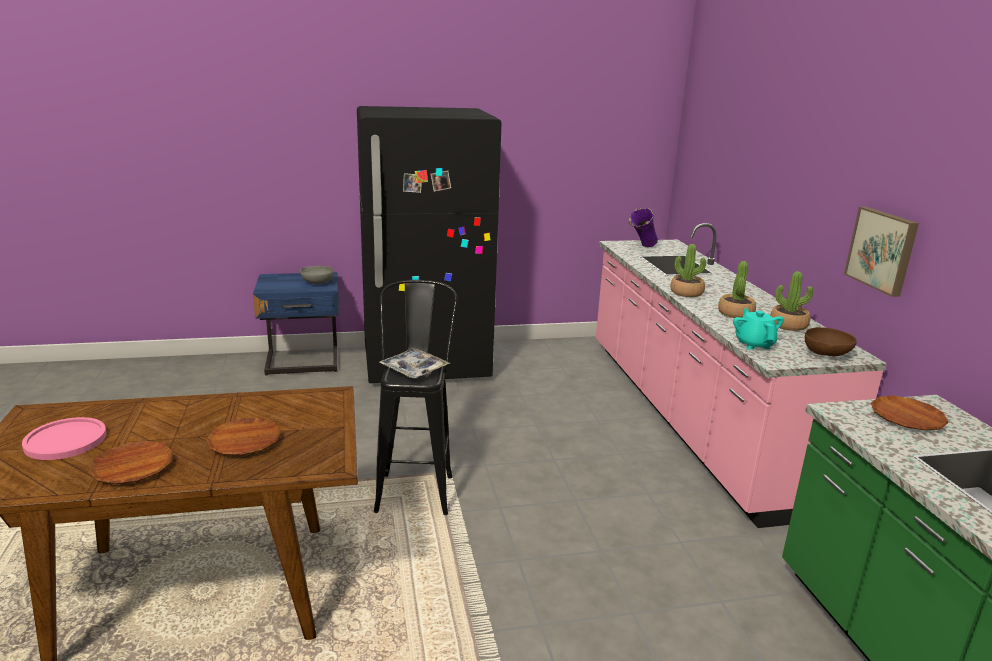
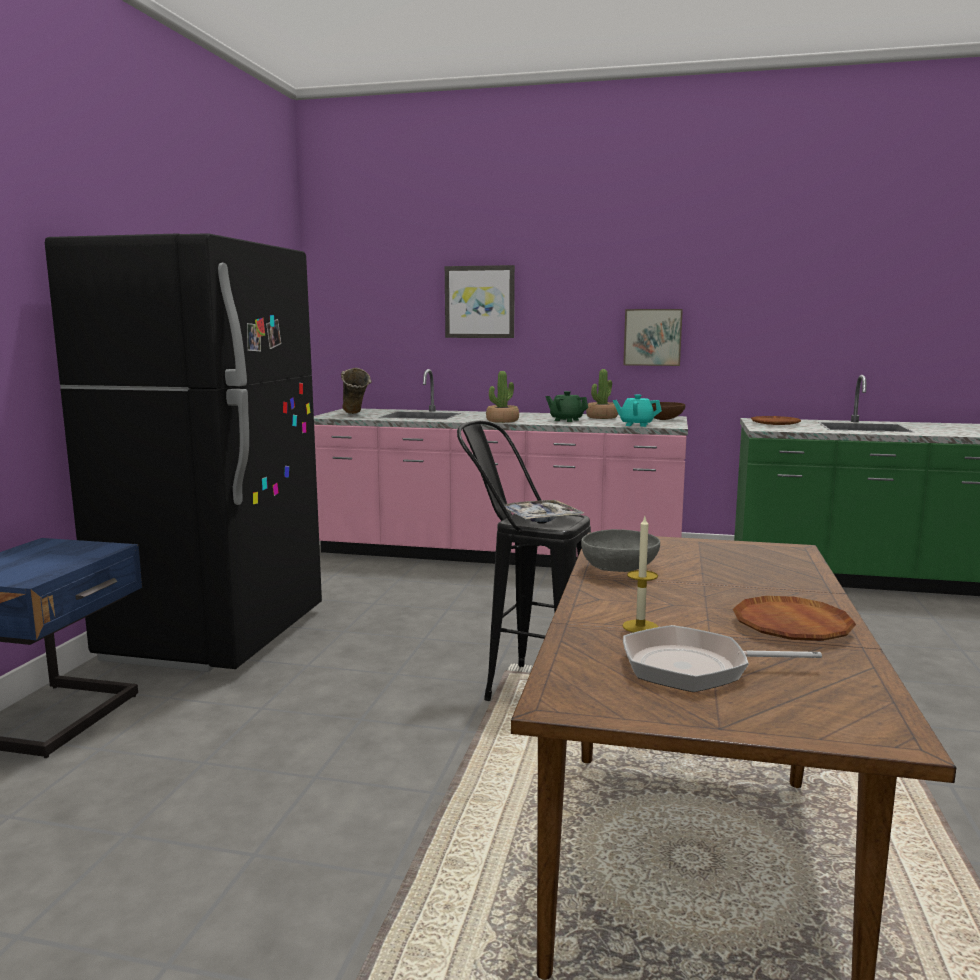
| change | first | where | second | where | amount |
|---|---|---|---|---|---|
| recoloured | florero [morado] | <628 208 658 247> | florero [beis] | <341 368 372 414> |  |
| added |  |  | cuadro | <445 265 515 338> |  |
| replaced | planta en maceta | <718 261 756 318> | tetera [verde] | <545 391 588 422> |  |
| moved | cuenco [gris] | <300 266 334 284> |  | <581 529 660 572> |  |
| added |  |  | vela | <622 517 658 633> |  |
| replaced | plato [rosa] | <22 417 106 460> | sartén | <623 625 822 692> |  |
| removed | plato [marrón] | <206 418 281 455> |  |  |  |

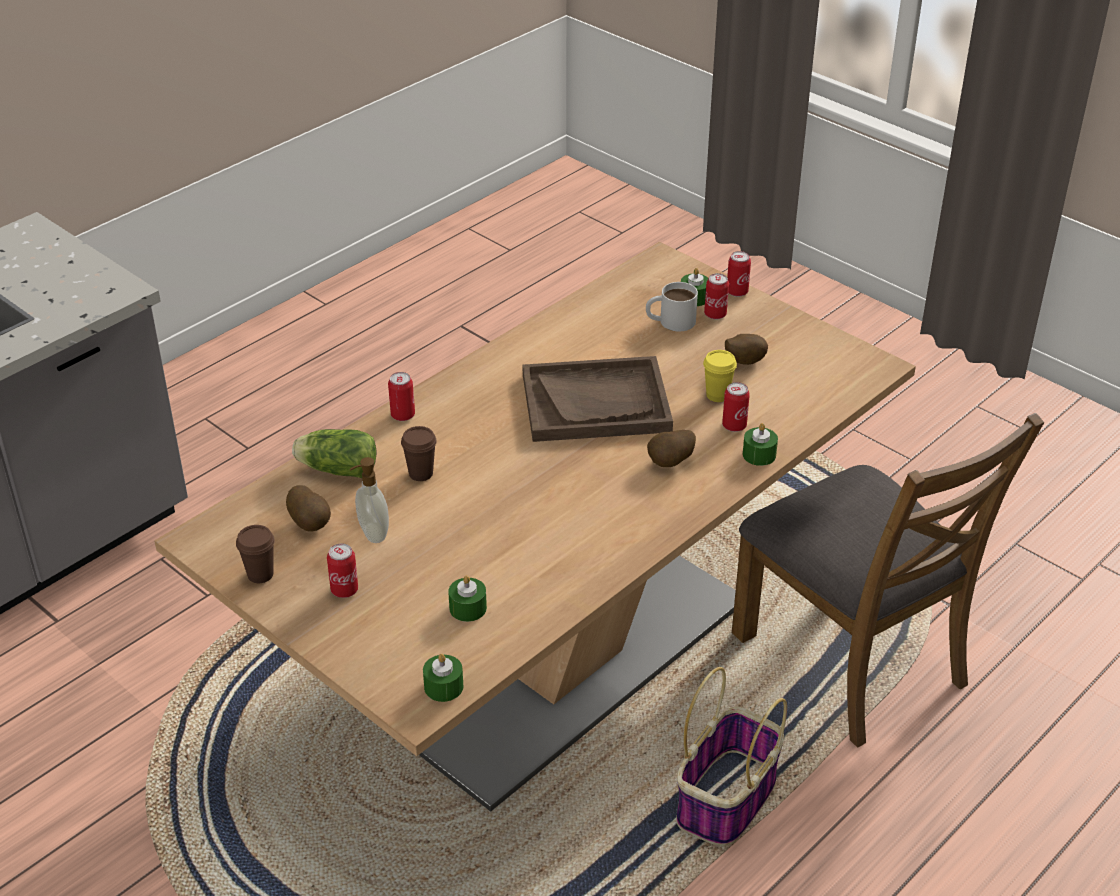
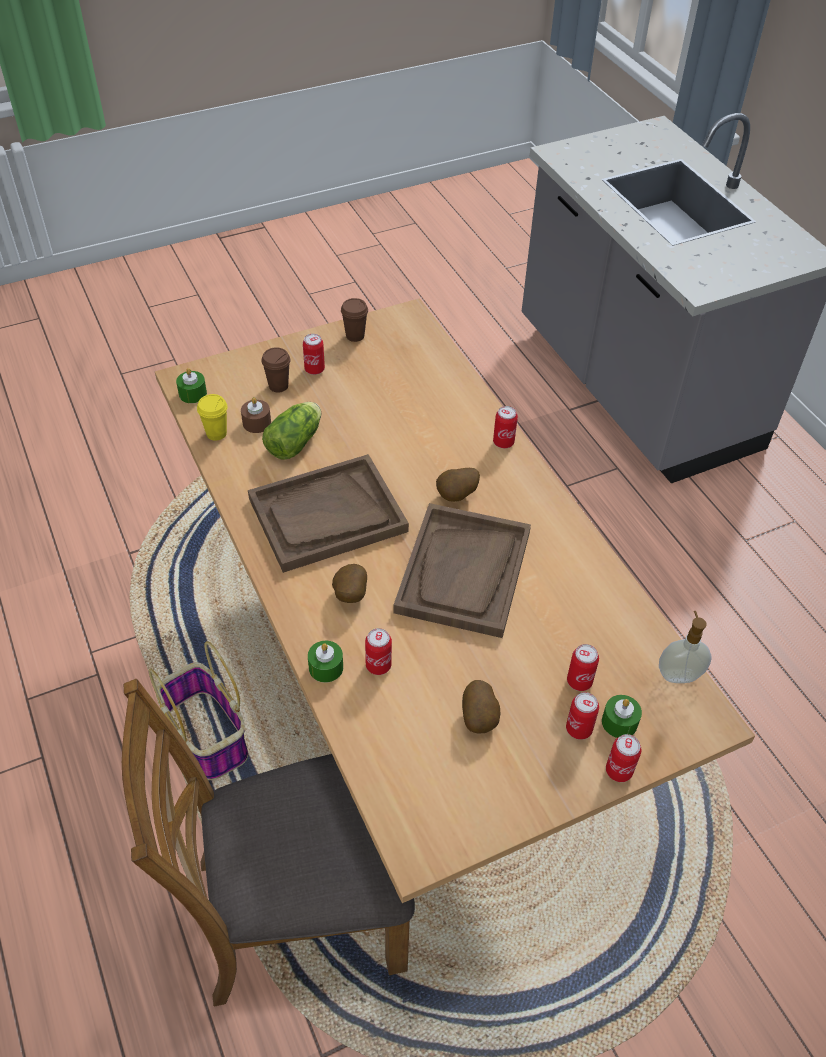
| change | first | where | second | where | amount |
|---|---|---|---|---|---|
| moved | taza [amarillo] | <703 350 737 402> |  | <197 394 228 441> |  |
| recoloured | vela [verde] | <448 575 487 622> | vela [marrón] | <241 397 271 433> |  |
| added |  |  | bandeja [marrón] | <248 454 409 573> |  |
| moved | taza [marrón] | <401 426 437 481> |  | <261 347 291 393> |  |
| moved | lechuga | <292 429 376 478> |  | <262 402 321 459> |  |
| moved | patata | <286 485 331 532> |  | <436 468 480 502> |  |
| replaced | taza grande [blanco] | <646 282 698 331> | lata | <567 644 599 691> |  |
| moved | dispensador de jabón | <350 457 389 543> |  | <659 611 712 683> |  |

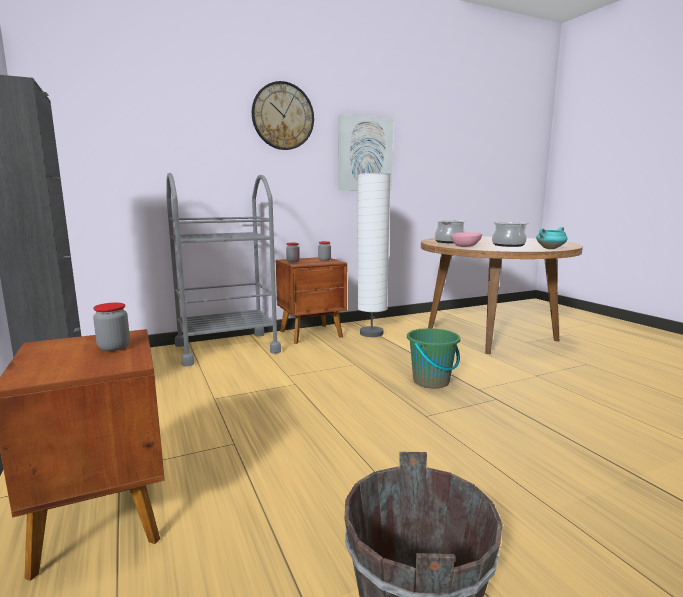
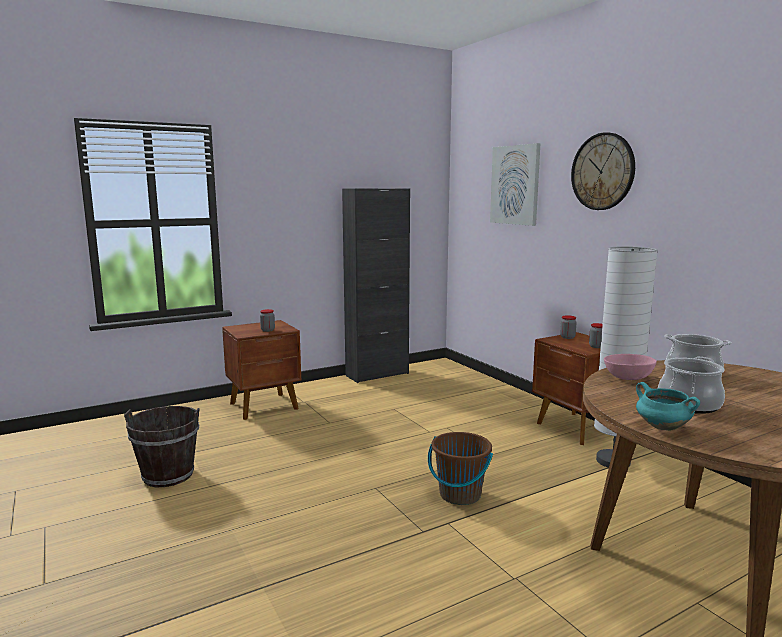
| change | first | where | second | where | amount |
|---|---|---|---|---|---|
| recoloured | cubo [verde] | <407 328 461 389> | cubo [marrón] | <428 432 493 505> |  |
| moved | cuadro | <338 114 393 191> |  | <490 143 541 226> |  |
| removed | carrito [gris] | <166 173 281 367> |  |  |  |

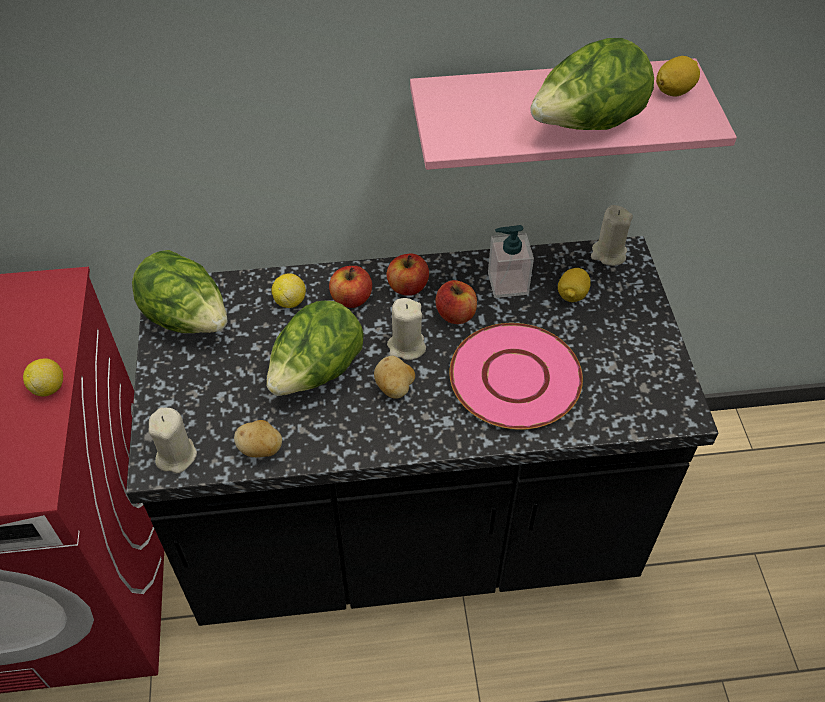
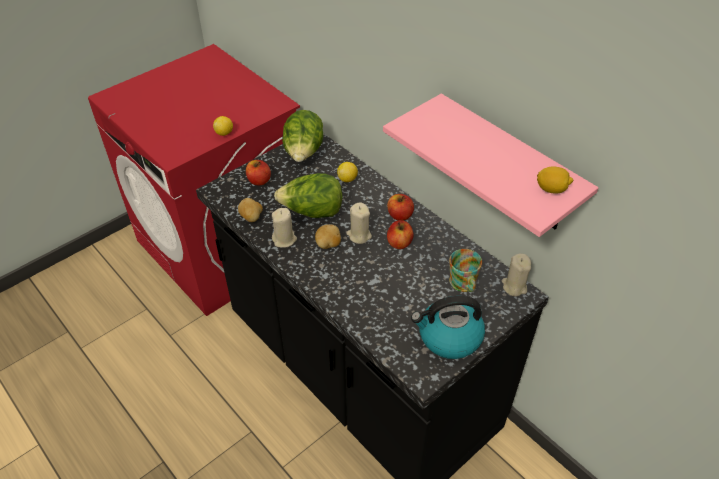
| change | first | where | second | where | amount |
|---|---|---|---|---|---|
| moved | manzana | <329 266 372 308> |  | <246 160 271 186> |  |
| moved | vela [beis] | <149 408 197 473> |  | <272 208 297 247> |  |
| added |  |  | hervidor | <411 296 485 359> |  |
| replaced | limón | <558 268 591 302> | taza grande | <449 249 482 292> |  |
| removed | plato [rosa] | <449 323 583 430> |  |  |  |
| removed | dispensador de jabón | <488 225 534 298> |  |  |  |
| removed | lechuga | <530 38 654 130> |  |  |  |

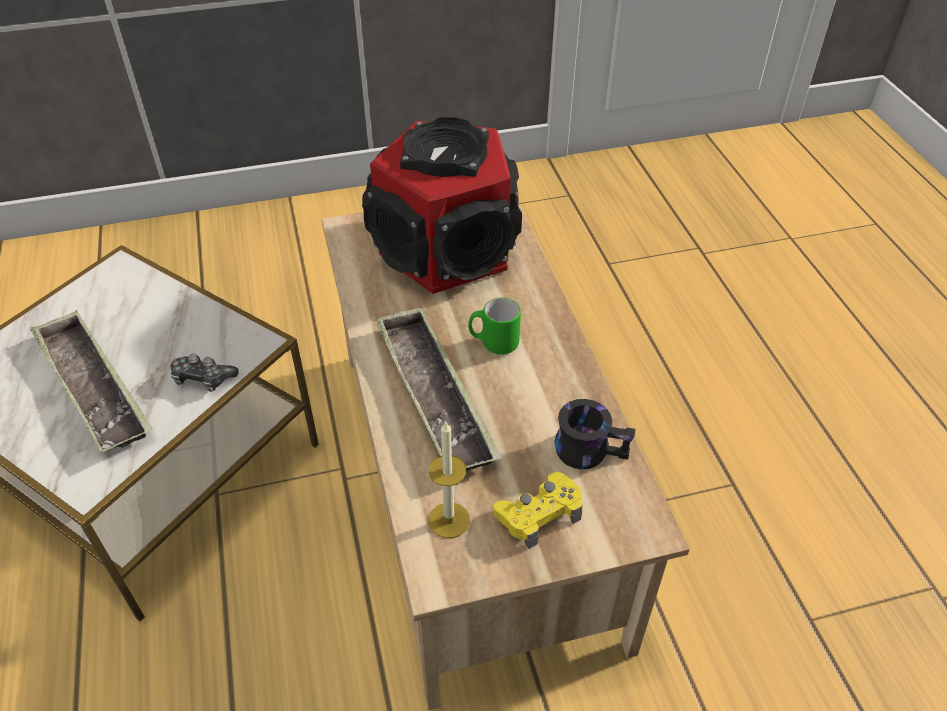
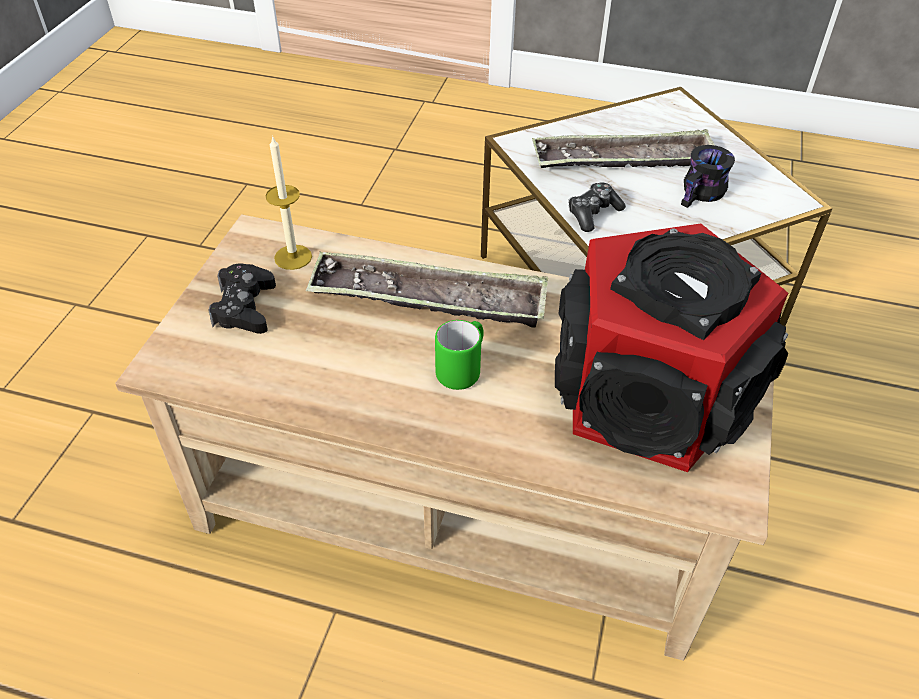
| change | first | where | second | where | amount |
|---|---|---|---|---|---|
| recoloured | mando de consola [amarillo] | <493 472 583 549> | mando de consola [negro] | <208 263 276 334> |  |
| moved | taza grande [negro] | <554 399 635 469> |  | <681 145 735 208> |  |

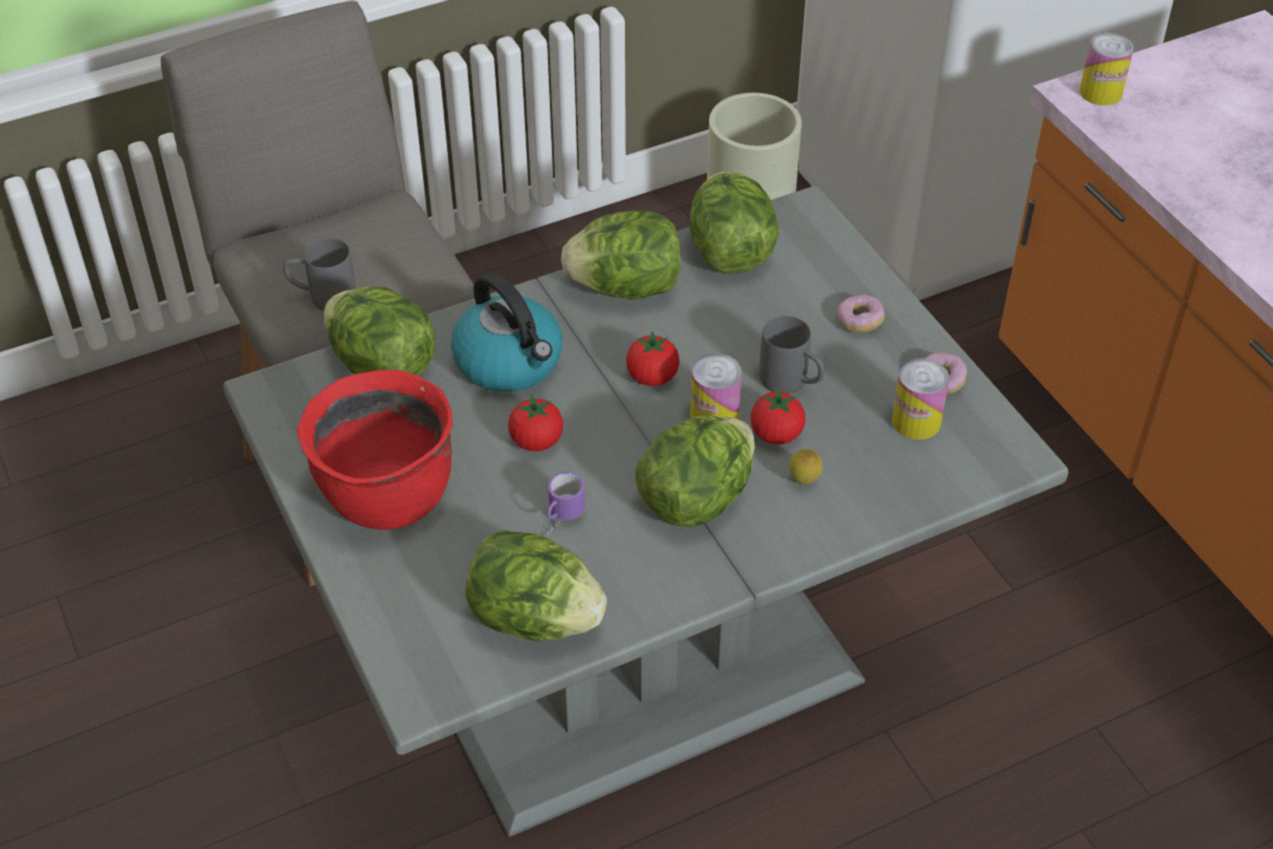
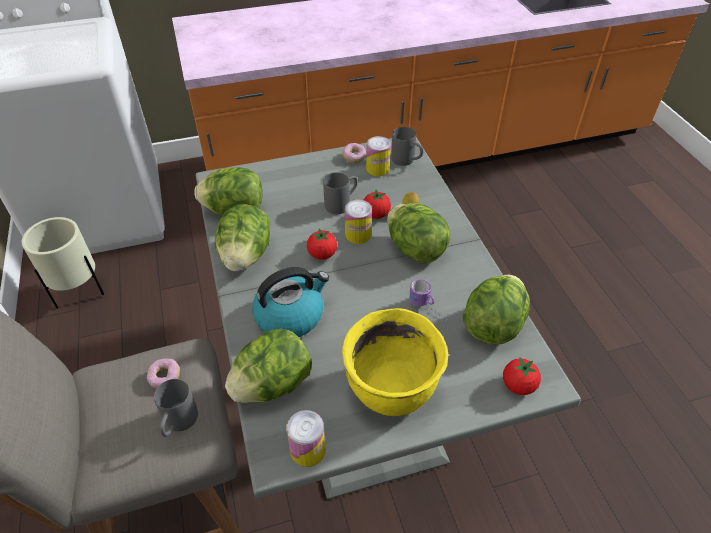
| change | first | where | second | where | amount |
|---|---|---|---|---|---|
| moved | rosquilla | <837 294 885 333> |  | <147 358 180 389> |  |
| moved | lata | <1079 33 1134 105> |  | <286 410 326 467> |  |
| recoloured | olla [rojo] | <297 370 453 530> | olla [amarillo] | <342 308 448 416> |  |
| added |  |  | taza grande [gris] | <391 127 423 166> |  |
| moved | tomate | <508 395 563 451> |  | <503 357 541 395> |  |

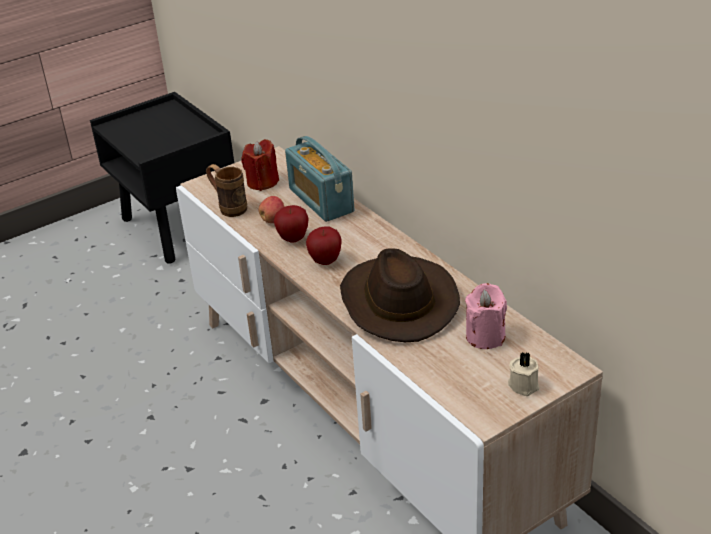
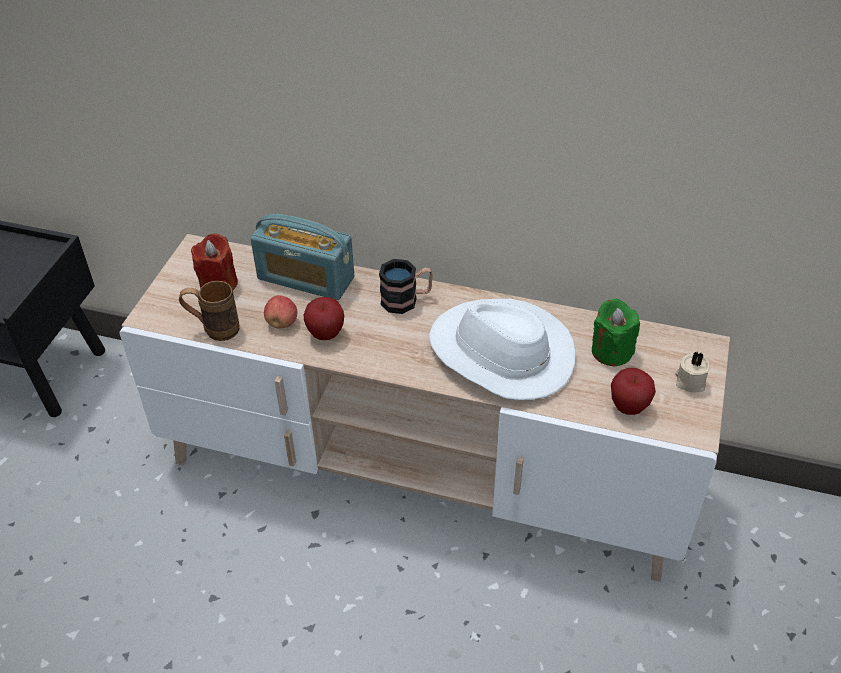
| change | first | where | second | where | amount |
|---|---|---|---|---|---|
| added |  |  | taza grande | <379 259 433 314> |  |
| recoloured | sombrero [marrón] | <340 248 460 342> | sombrero [blanco] | <429 299 576 400> |  |
| recoloured | vela [rosa] | <465 283 507 349> | vela [verde] | <592 299 640 366> |  |
| moved | manzana | <306 227 341 265> |  | <611 368 656 415> |  |

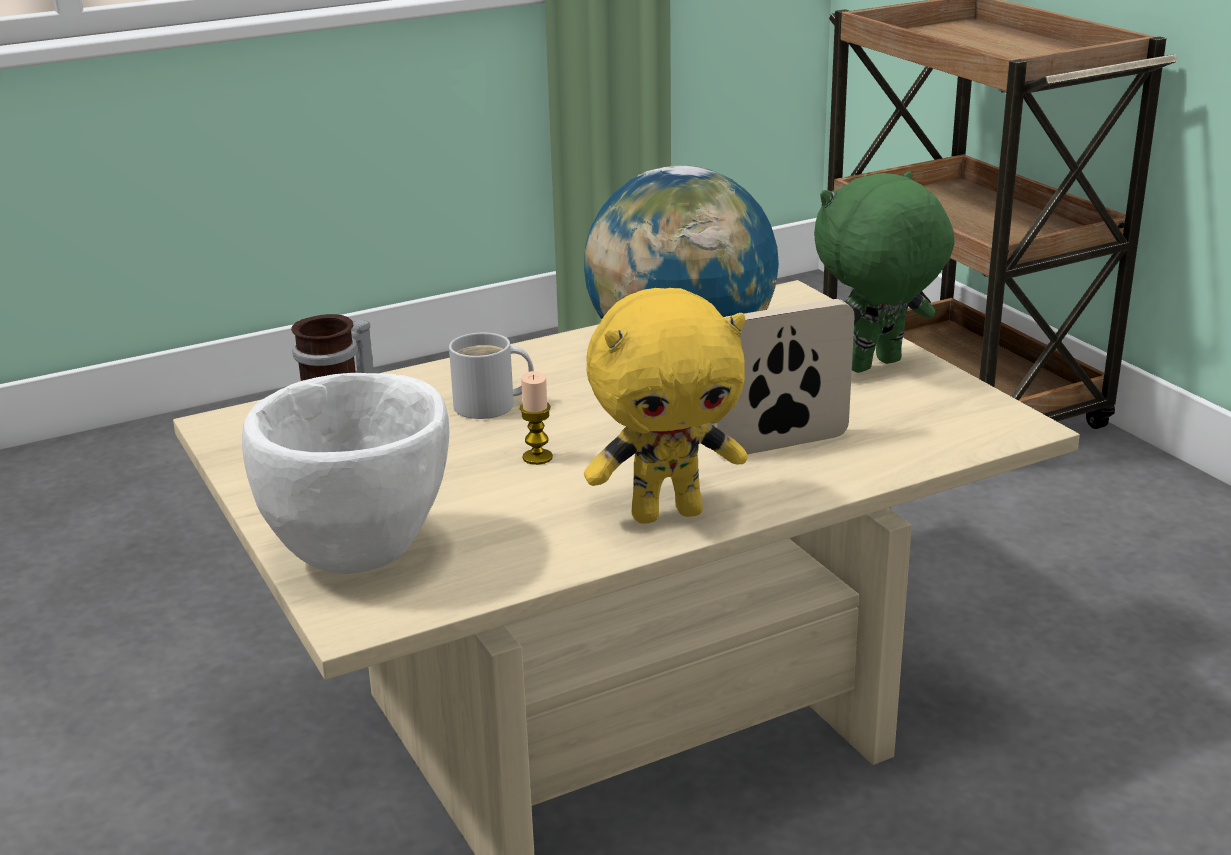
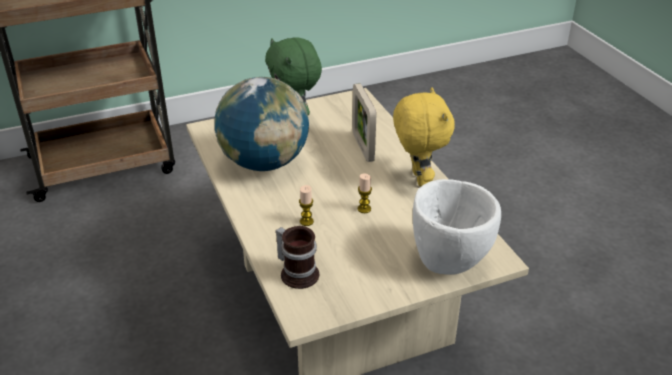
| change | first | where | second | where | amount |
|---|---|---|---|---|---|
| replaced | taza grande [blanco] | <449 333 534 419> | vela | <299 185 314 226> |  |

